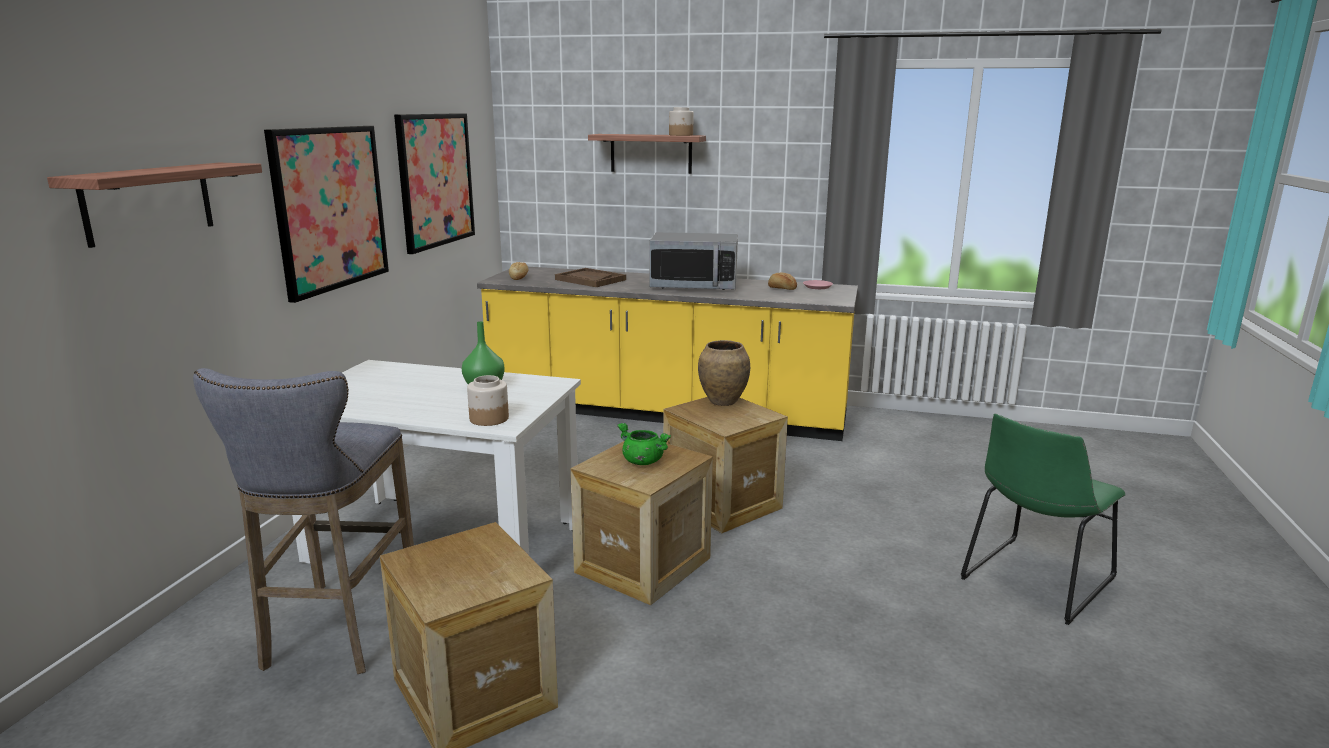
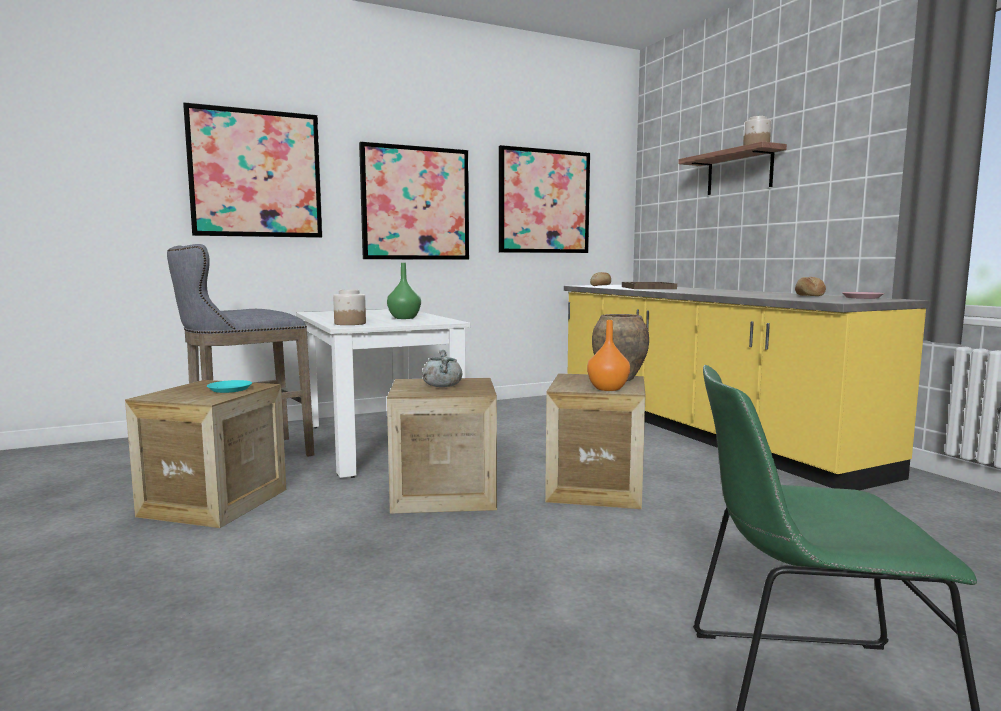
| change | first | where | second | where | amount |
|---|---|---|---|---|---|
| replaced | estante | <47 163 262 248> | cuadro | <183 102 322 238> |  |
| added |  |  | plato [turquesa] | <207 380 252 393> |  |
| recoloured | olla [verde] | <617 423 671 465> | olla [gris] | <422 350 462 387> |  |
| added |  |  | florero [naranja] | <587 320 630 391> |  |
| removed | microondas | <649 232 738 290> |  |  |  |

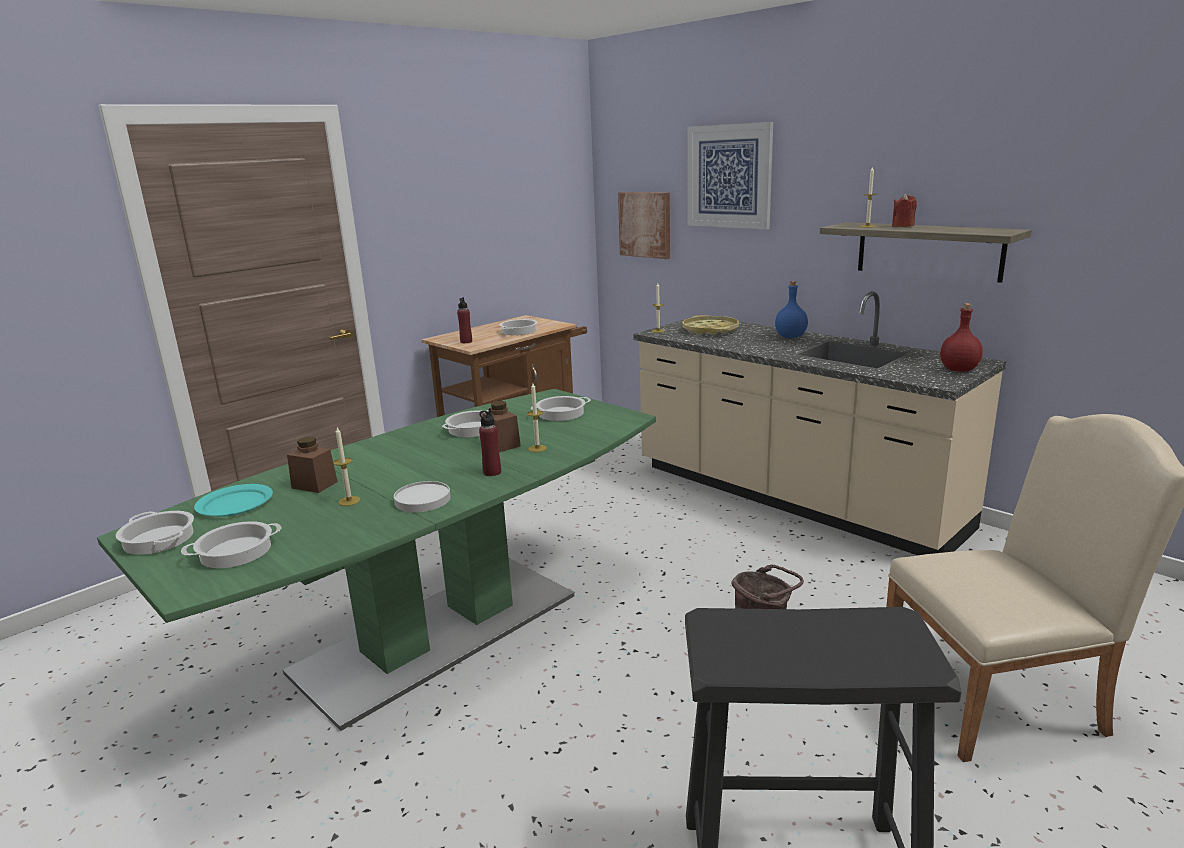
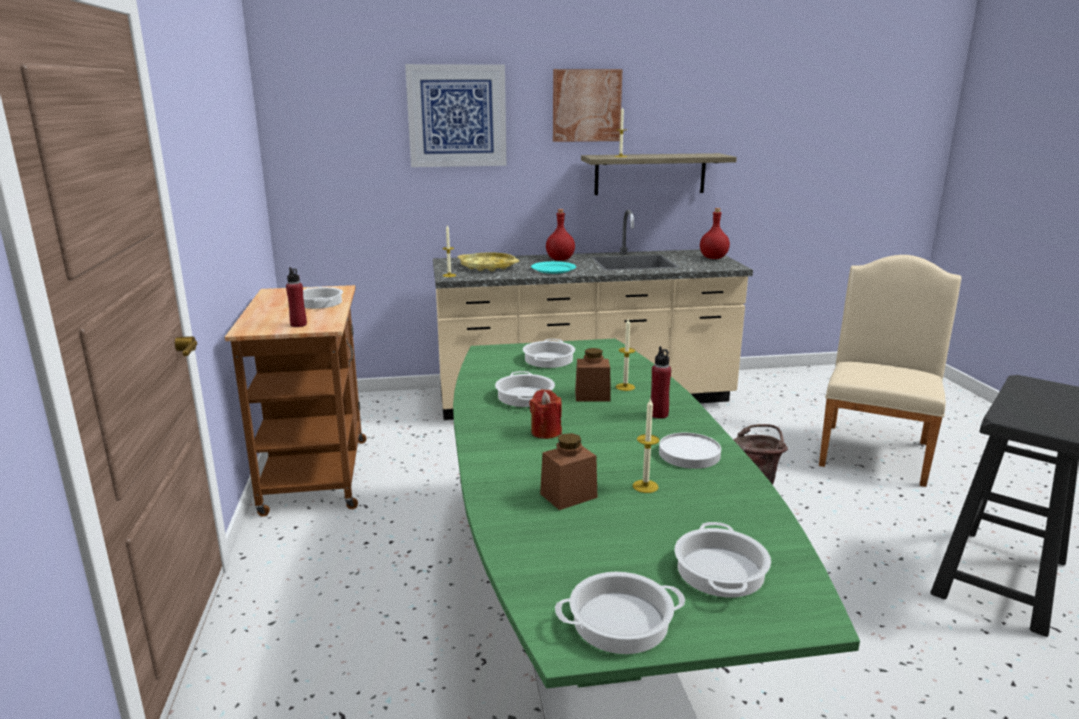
| change | first | where | second | where | amount |
|---|---|---|---|---|---|
| moved | vela [rojo] | <892 194 917 227> |  | <529 389 562 439> |  |
| moved | plato [turquesa] | <194 484 273 517> |  | <531 261 576 274> |  |
| recoloured | botella [azul] | <775 281 808 338> | botella [rojo] | <546 209 575 260> |  |
| moved | cuadro | <618 192 670 259> |  | <553 69 622 142> |  |

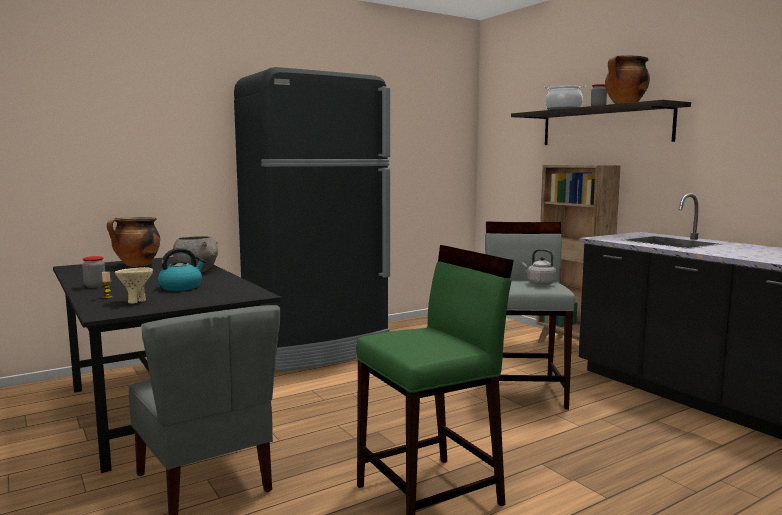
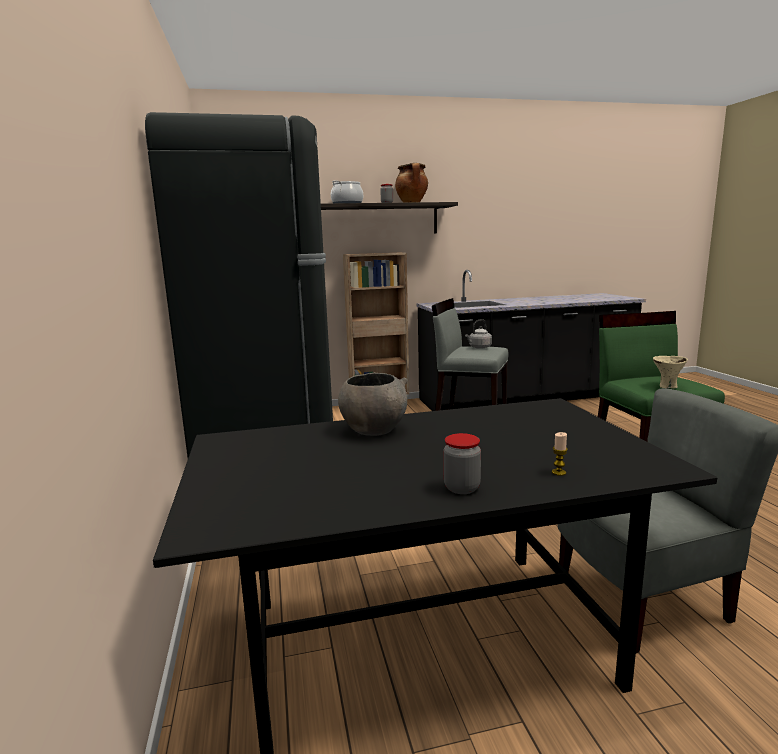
| change | first | where | second | where | amount |
|---|---|---|---|---|---|
| moved | cuenco [beis] | <115 267 153 304> |  | <653 356 688 388> |  |
| removed | olla | <107 217 160 267> |  |  |  |
| removed | hervidor | <158 248 206 291> |  |  |  |

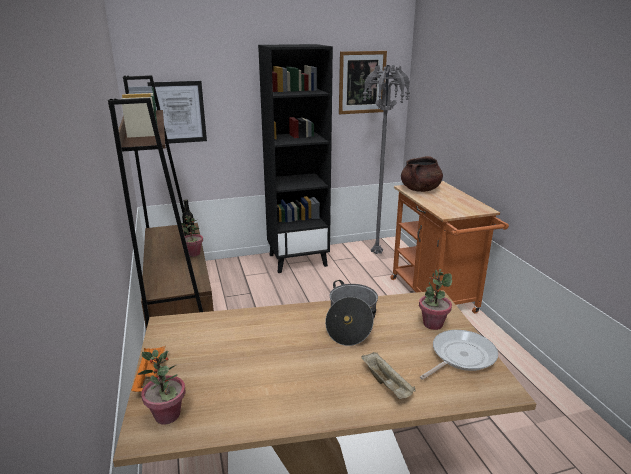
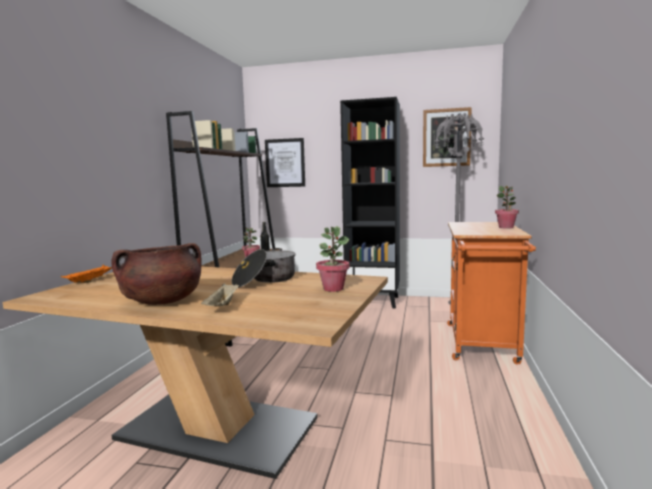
| change | first | where | second | where | amount |
|---|---|---|---|---|---|
| moved | olla [marrón] | <401 156 443 192> |  | <111 243 201 305> |  |
| moved | planta en maceta | <137 349 186 425> |  | <495 186 519 229> |  |
| removed | sartén | <420 330 498 380> |  |  |  |

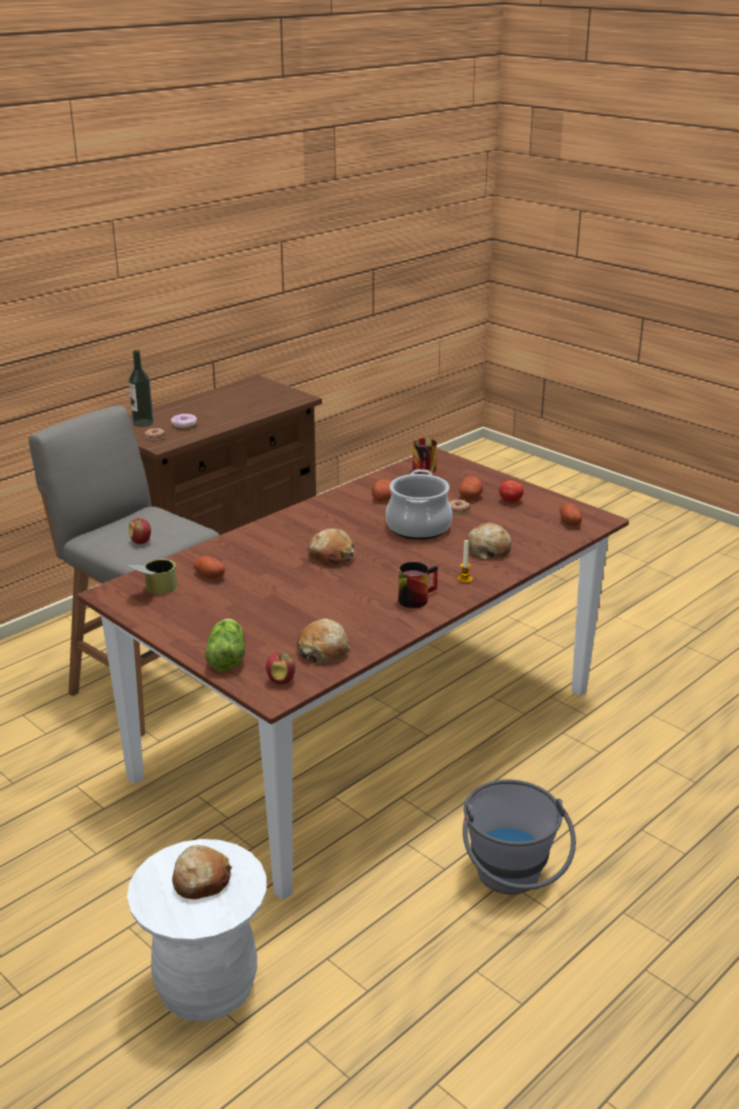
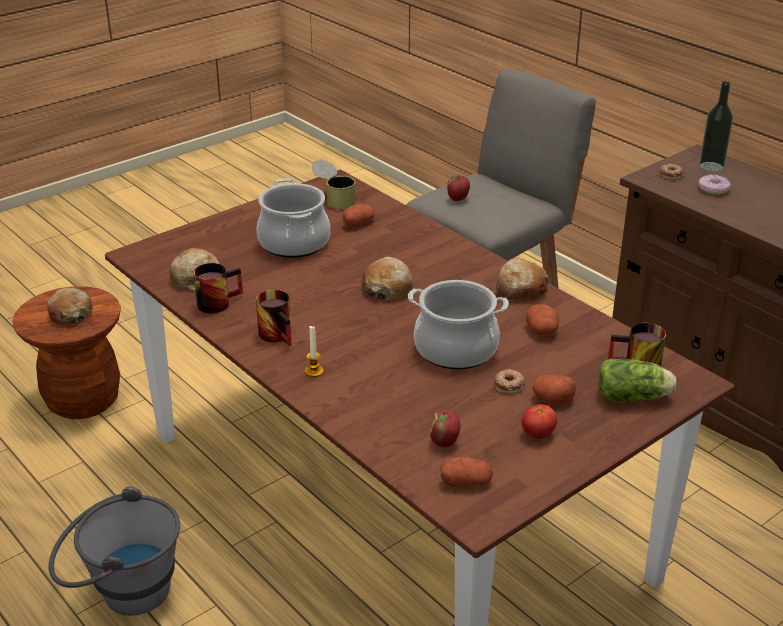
| change | first | where | second | where | amount |
|---|---|---|---|---|---|
| recoloured | taburete [blanco] | <127 839 267 1021> | taburete [marrón] | <12 286 121 419> |  |
| added |  |  | taza grande | <194 263 243 314> |  |
| added |  |  | olla | <256 178 330 258> |  |
| moved | manzana | <266 652 295 684> |  | <430 409 461 447> |  |
| moved | pan | <466 522 511 559> |  | <496 258 549 301> |  |
| moved | lechuga | <205 619 245 671> |  | <598 358 676 401> |  |

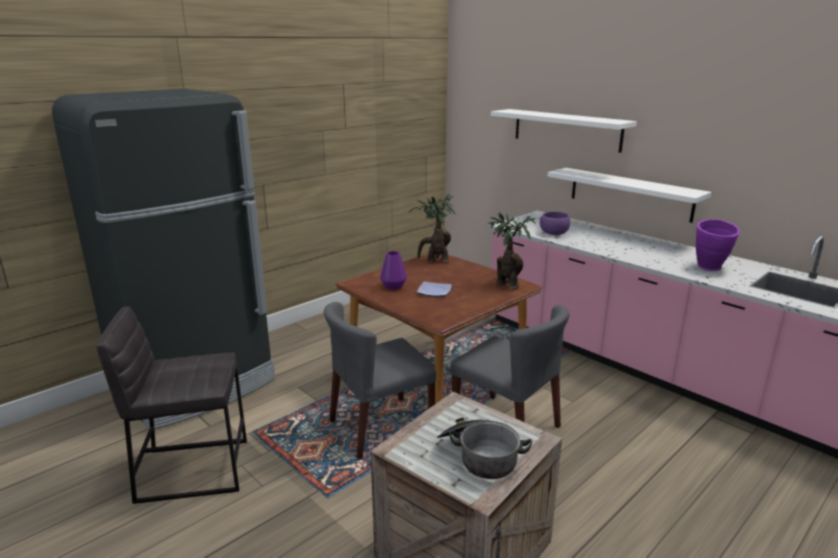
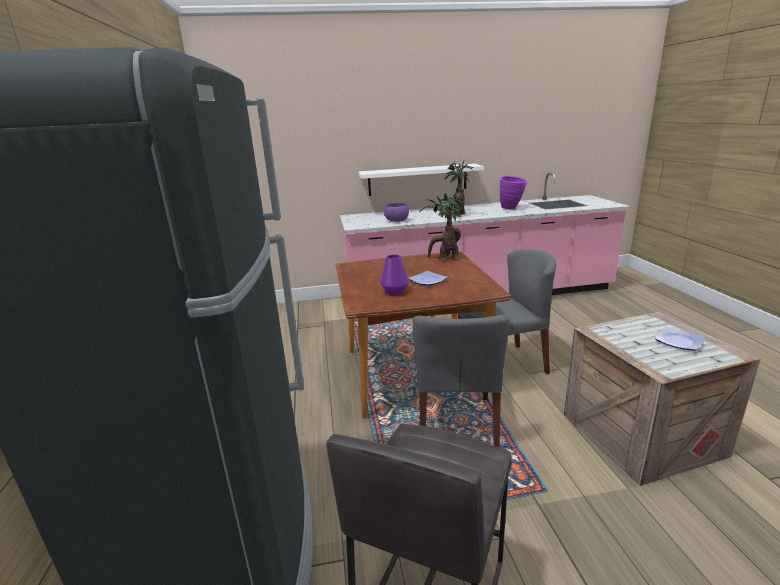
| change | first | where | second | where | amount |
|---|---|---|---|---|---|
| moved | planta en maceta | <409 194 455 263> |  | <444 161 473 218> |  |
| replaced | olla | <437 418 532 479> | plato | <655 327 705 351> |  |
| removed | estante [blanco] | <491 109 637 153> |  |  |  |

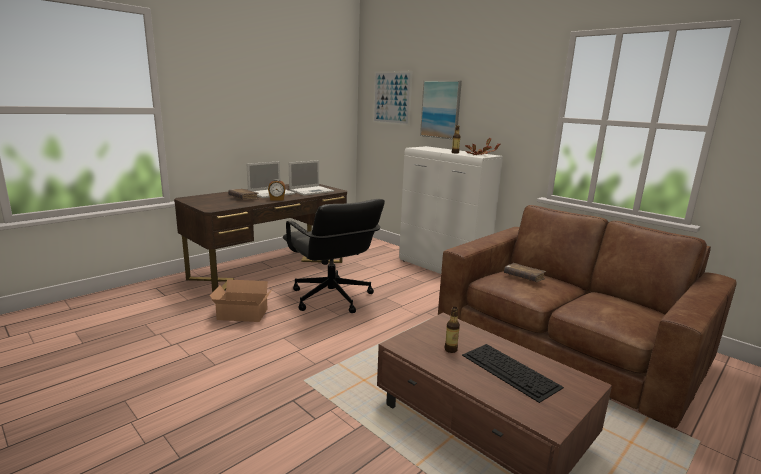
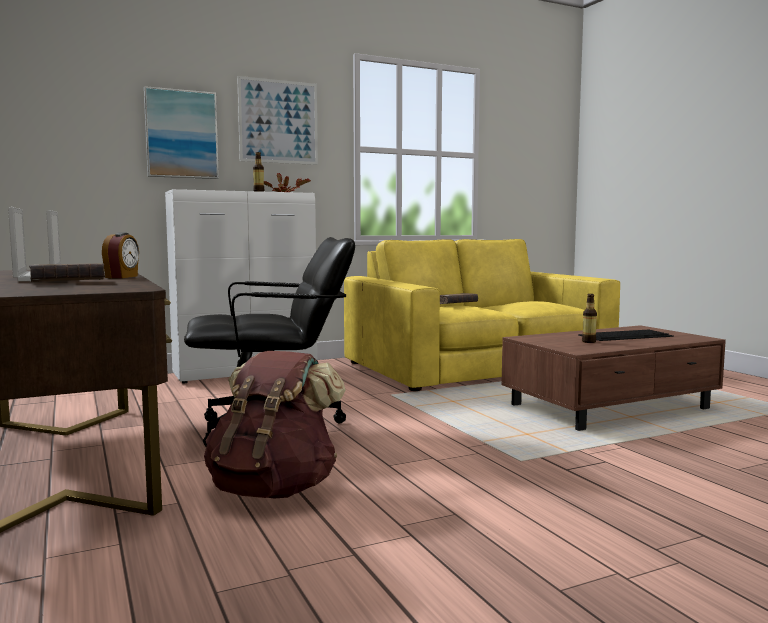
| change | first | where | second | where | amount |
|---|---|---|---|---|---|
| replaced | caja de cartón | <210 279 272 322> | mochila [marrón] | <204 351 346 499> |  |
| moved | cuadro | <373 71 412 126> |  | <237 76 318 165> |  |
| recoloured | sofá [marrón] | <438 205 737 428> | sofá [amarillo] | <344 239 620 391> |  |

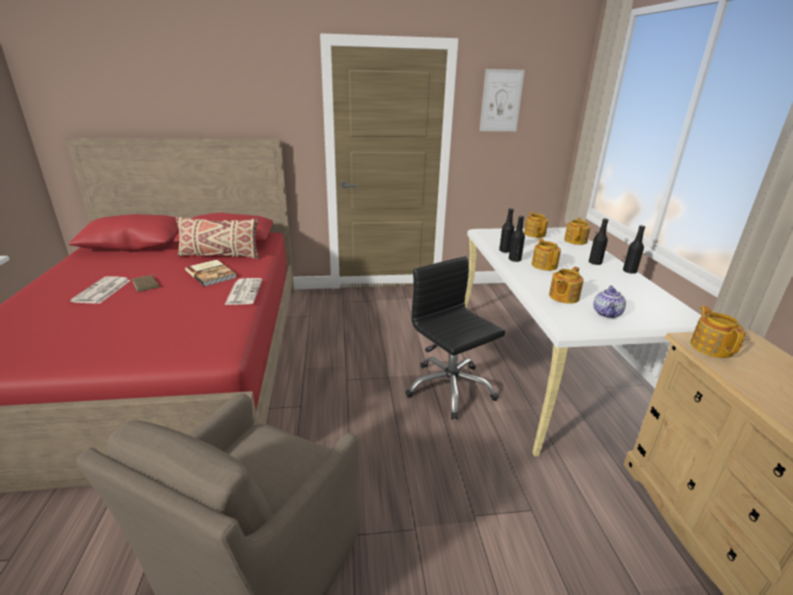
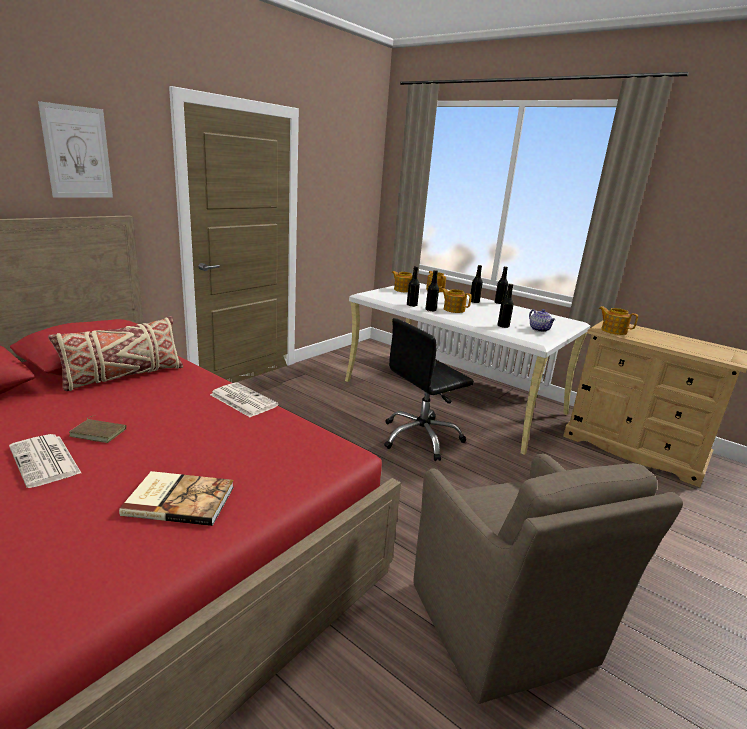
| change | first | where | second | where | amount |
|---|---|---|---|---|---|
| moved | cuadro | <480 69 525 131> |  | <38 101 113 197> |  |
| moved | libro | <185 260 237 286> |  | <119 471 234 526> |  |
| turned | silla de oficina [negro] | <405 256 505 420> |  | <384 318 474 461> | 45 degrees counterclockwise |
| replaced | tetera | <549 267 584 304> | botella [negro] | <498 284 514 328> |  |

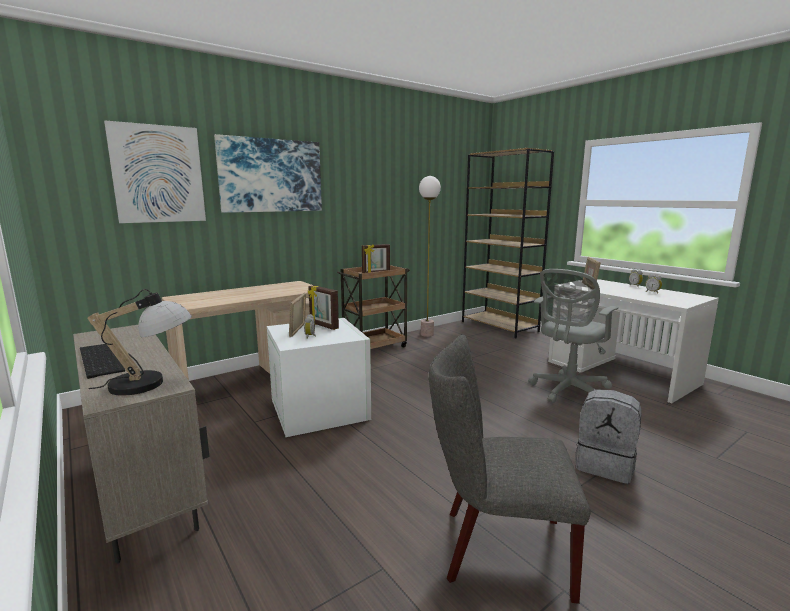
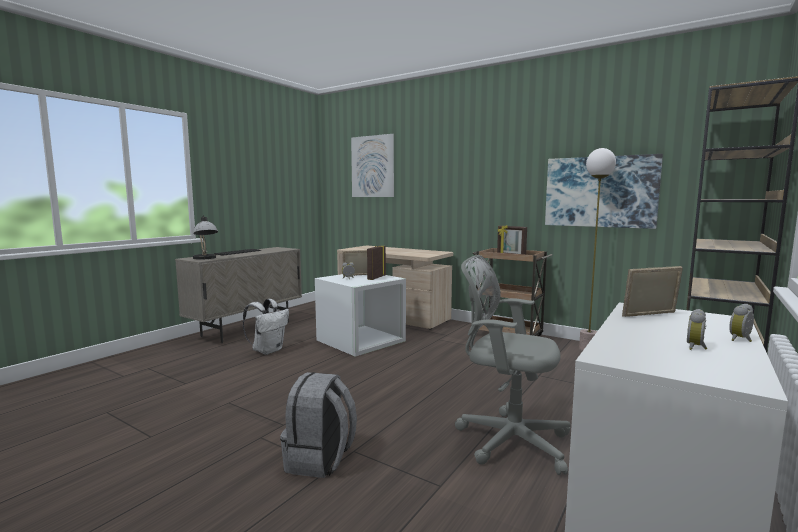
| change | first | where | second | where | amount |
|---|---|---|---|---|---|
| added |  |  | mochila [blanco] | <243 299 289 355> |  |
| moved | cuadro | <214 134 322 213> |  | <545 154 663 229> |  |
| removed | silla [gris] | <429 335 590 604> |  |  |  |

